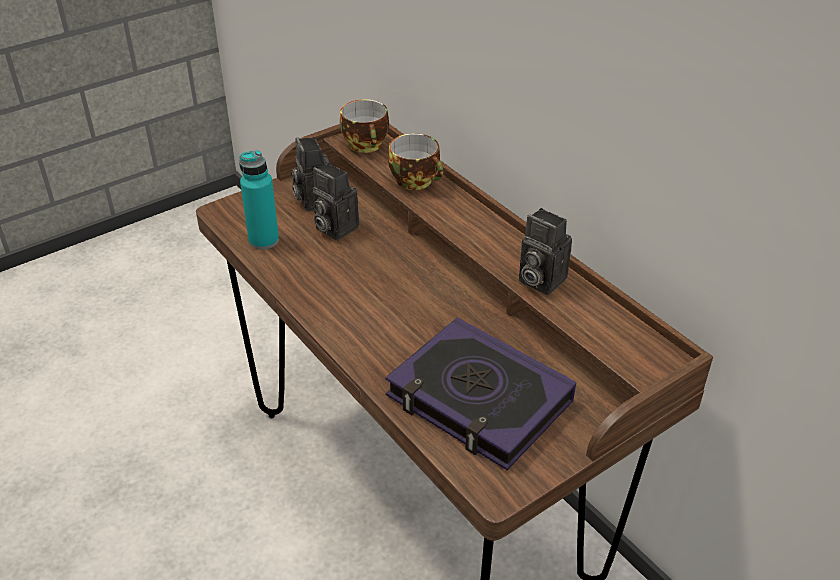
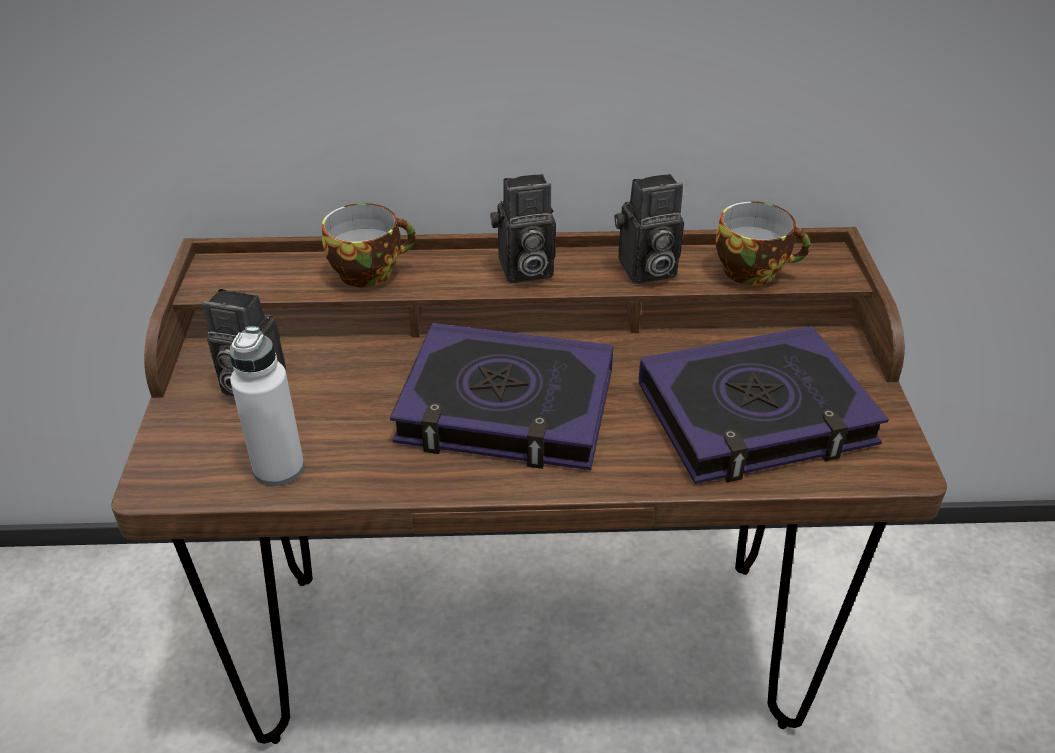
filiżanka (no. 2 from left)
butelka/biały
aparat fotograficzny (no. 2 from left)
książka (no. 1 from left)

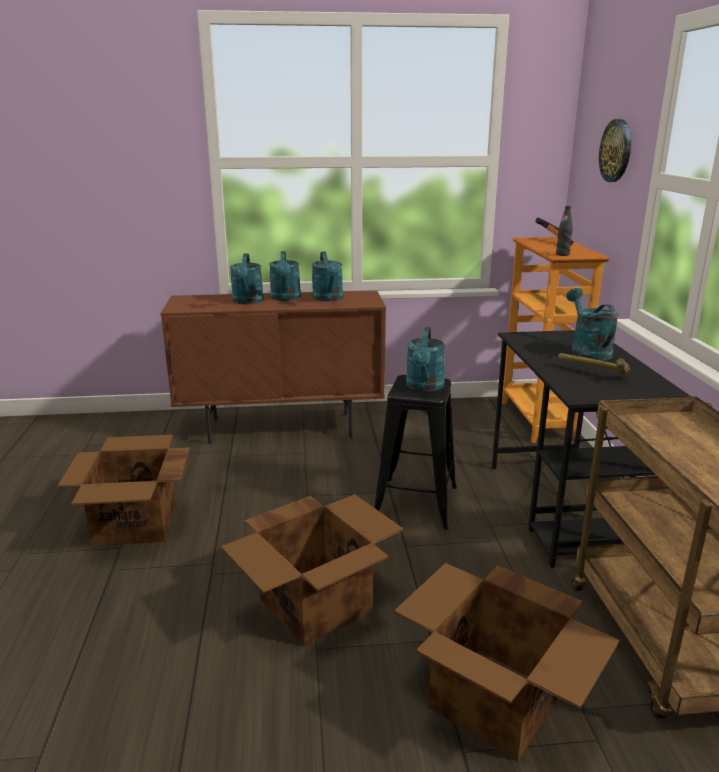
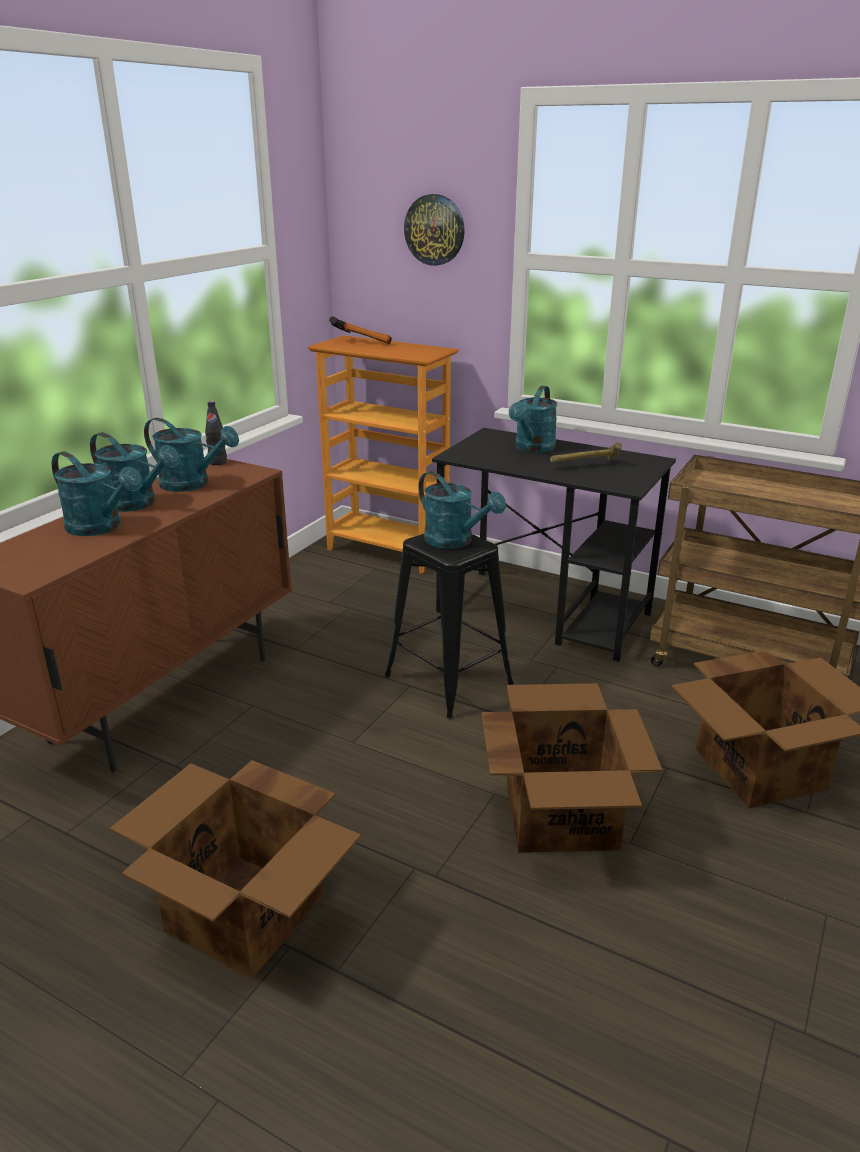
butelka/czarny
konewka/turkusowy (no. 5 from left)

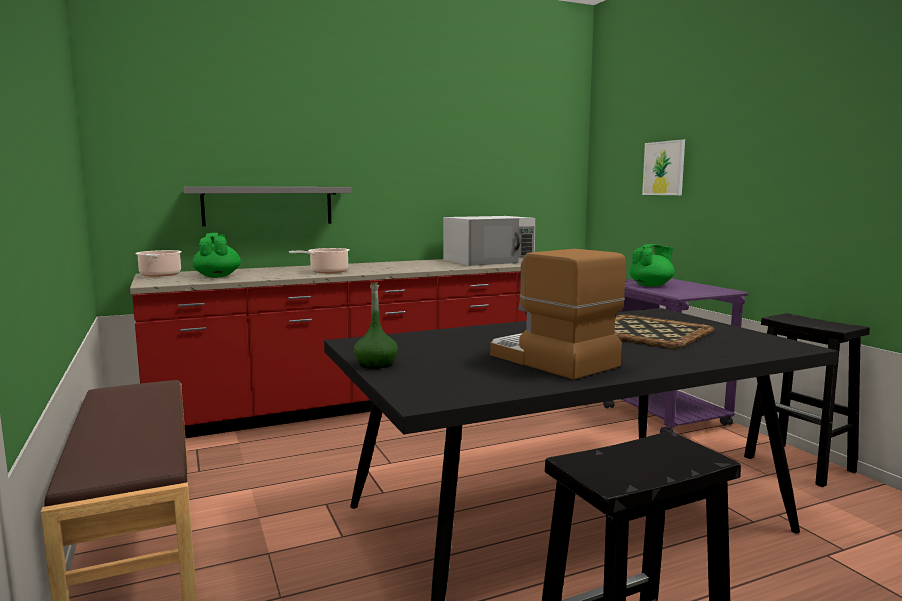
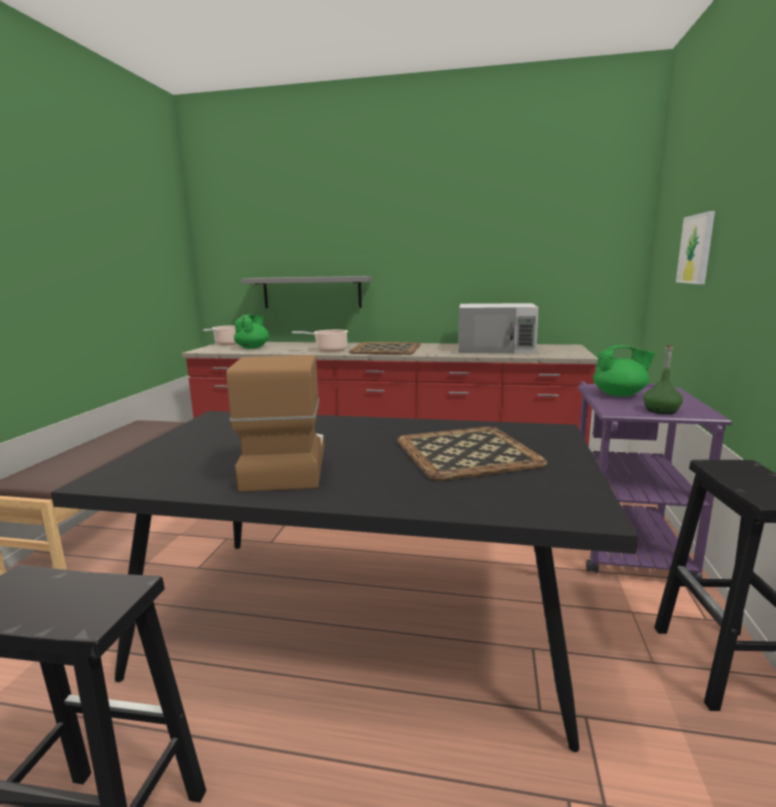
butelka/zielony
taca (no. 1 from left)

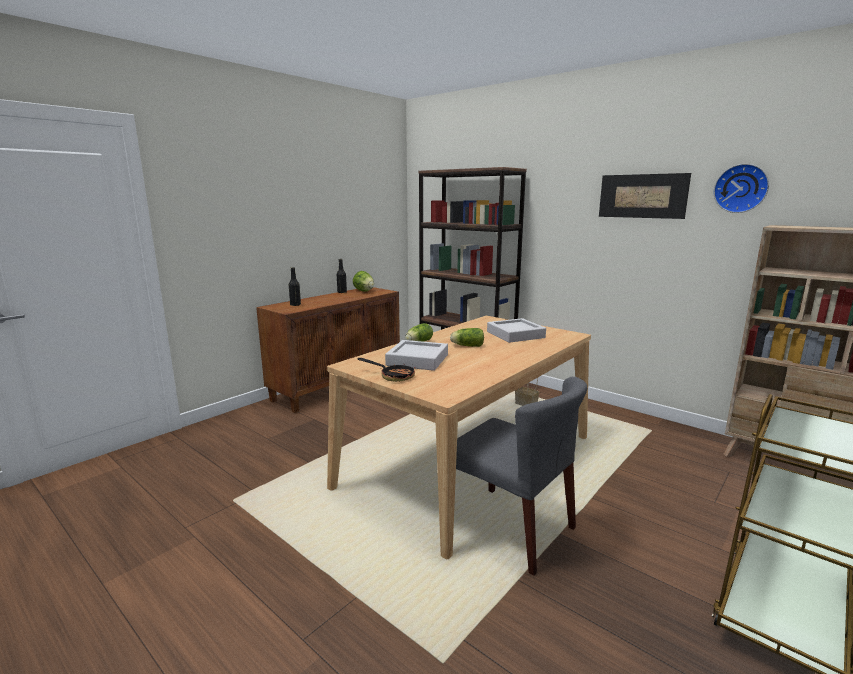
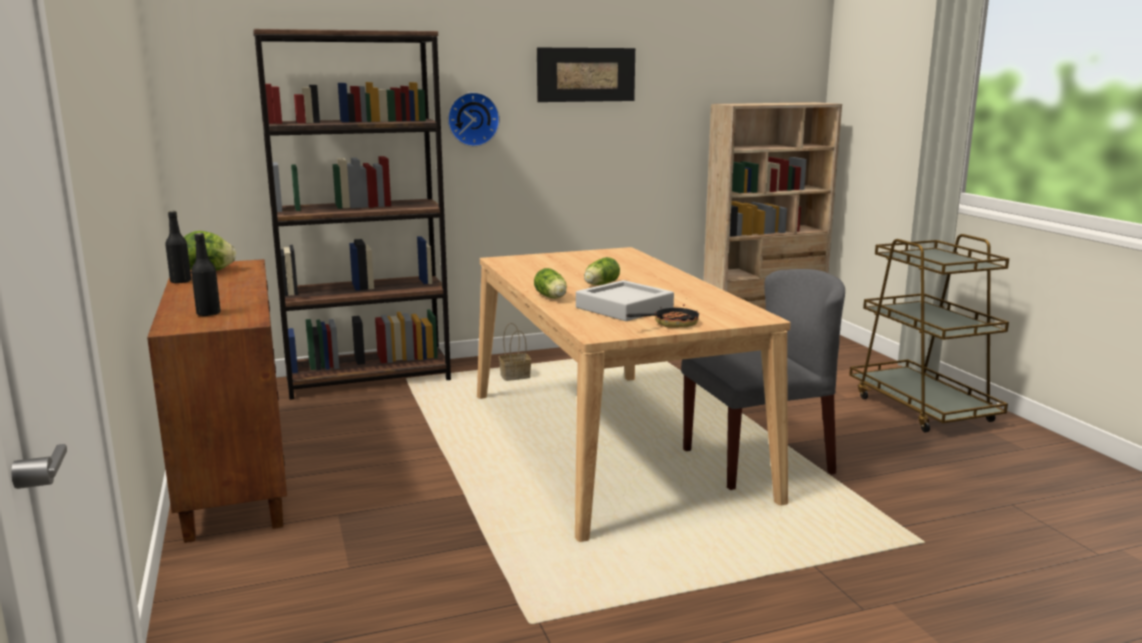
zegar ścienny
taca/szary (no. 2 from left in the first image)

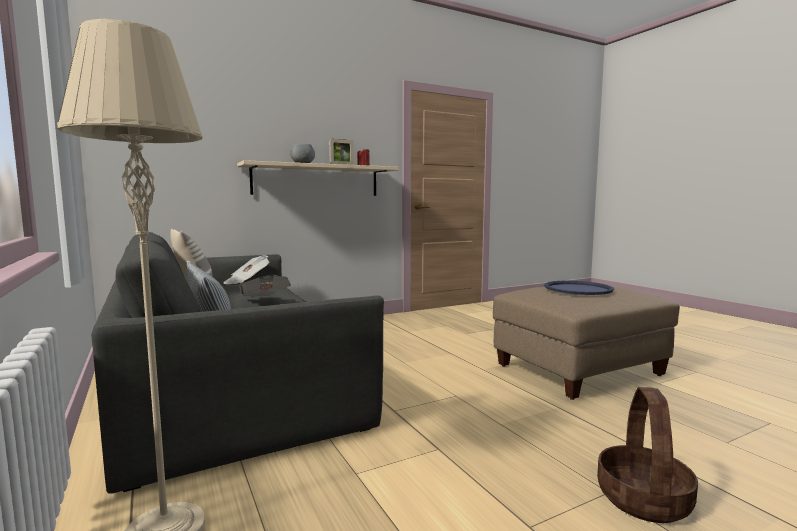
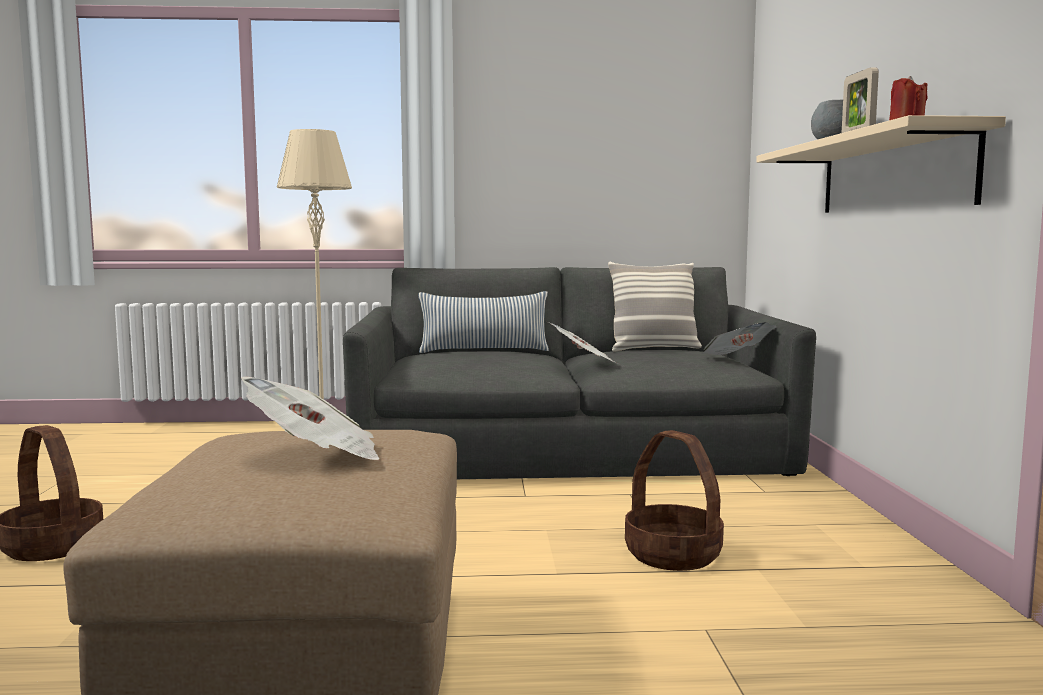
gazeta (no. 1 from left)
koszyk (no. 2 from left)

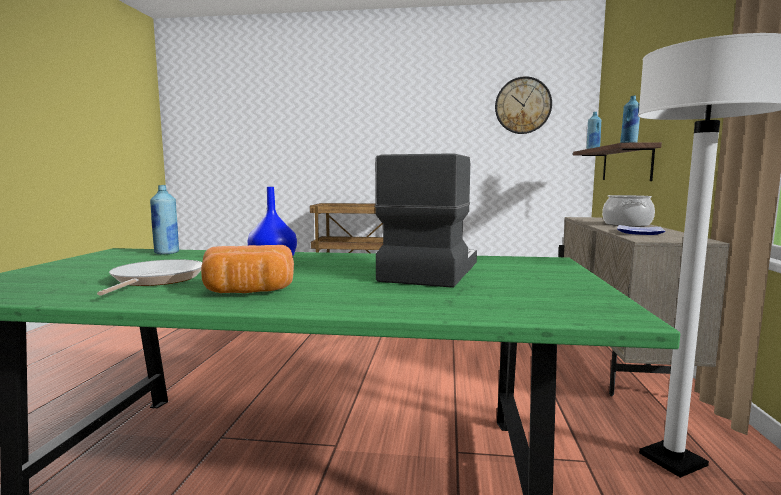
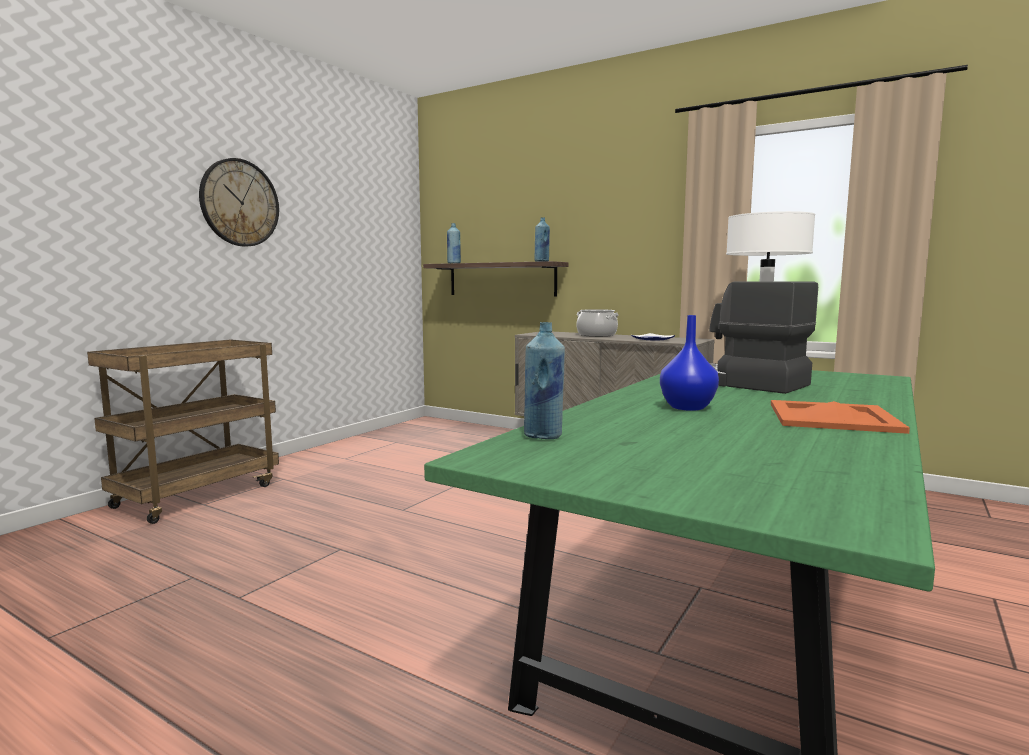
zegar ścienny
taca/pomarańczowy
patelnia

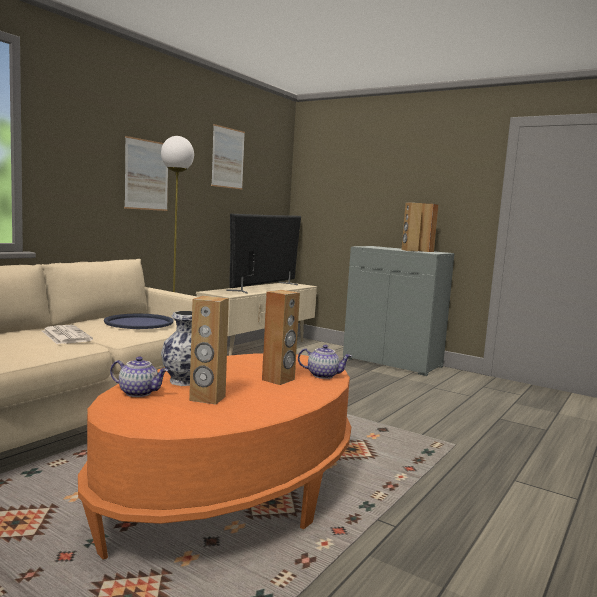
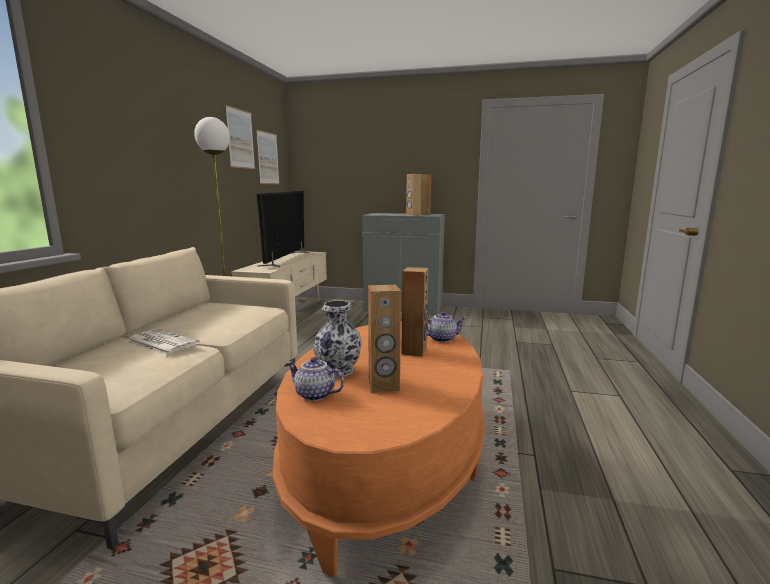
obraz (no. 2 from left)
taca/niebieski
imbryk (no. 1 from left)

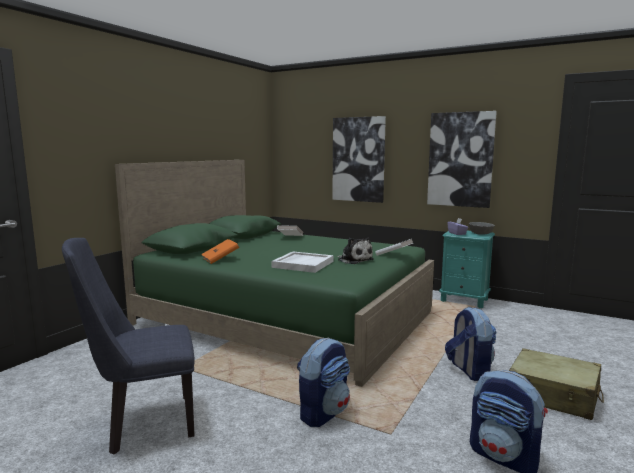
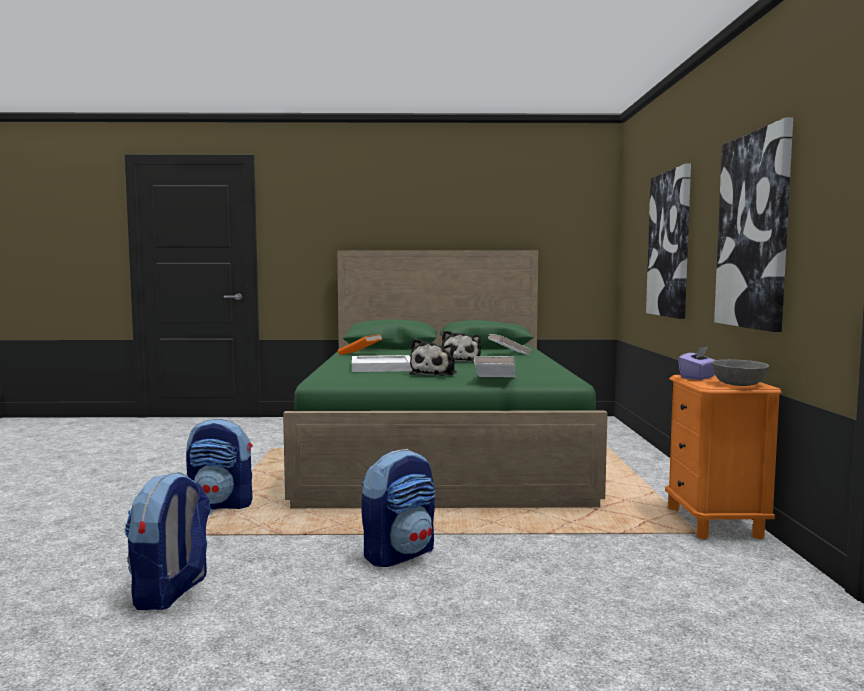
szafka nocna/pomarańczowy
krzesło/niebieski
walizka/beżowy
pluszak (no. 2 from left)

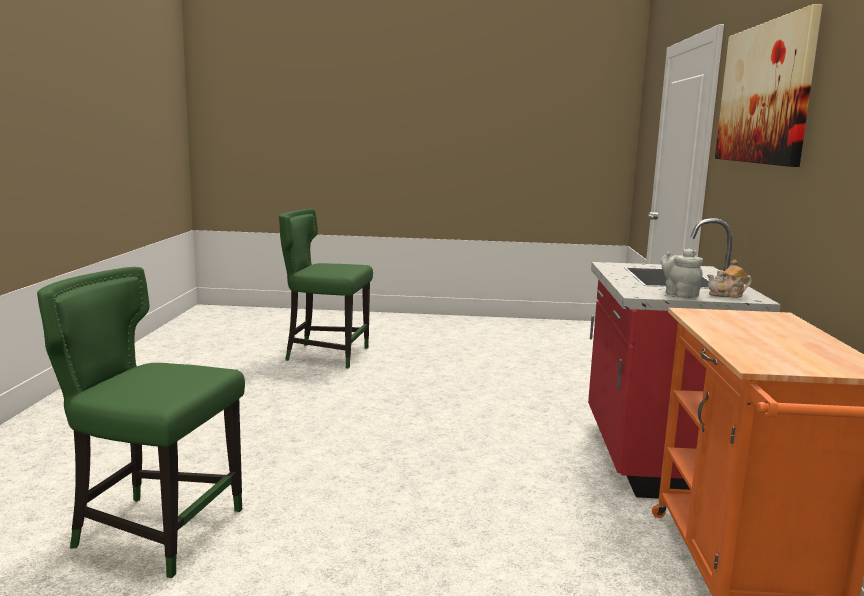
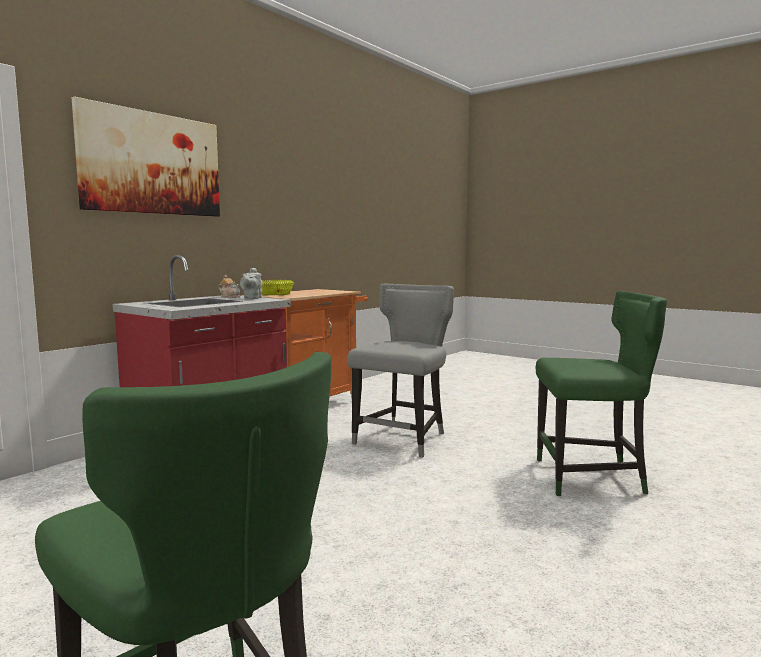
krzesło/zielony (no. 2 from left)
miska/żółty
krzesło/szary

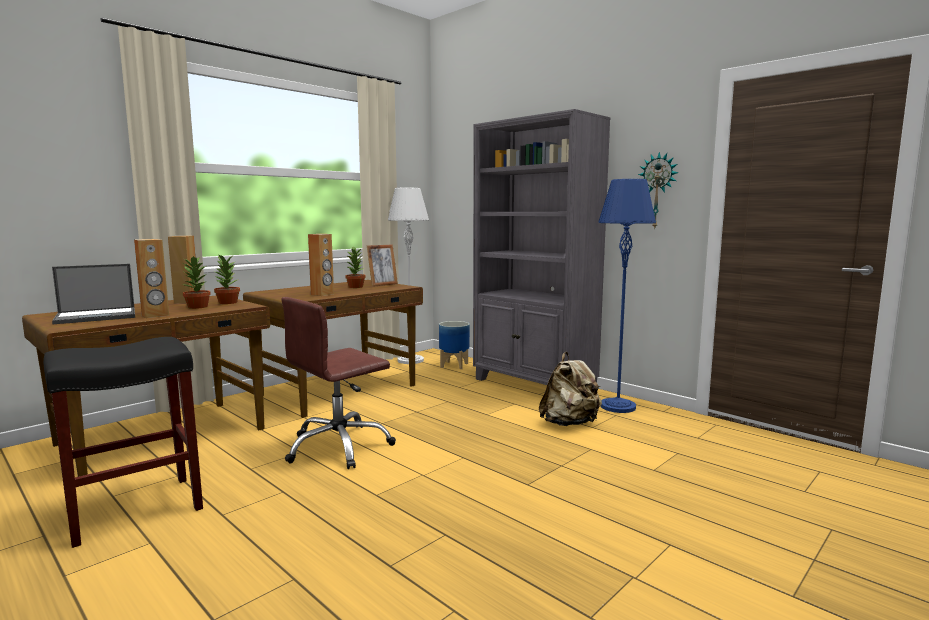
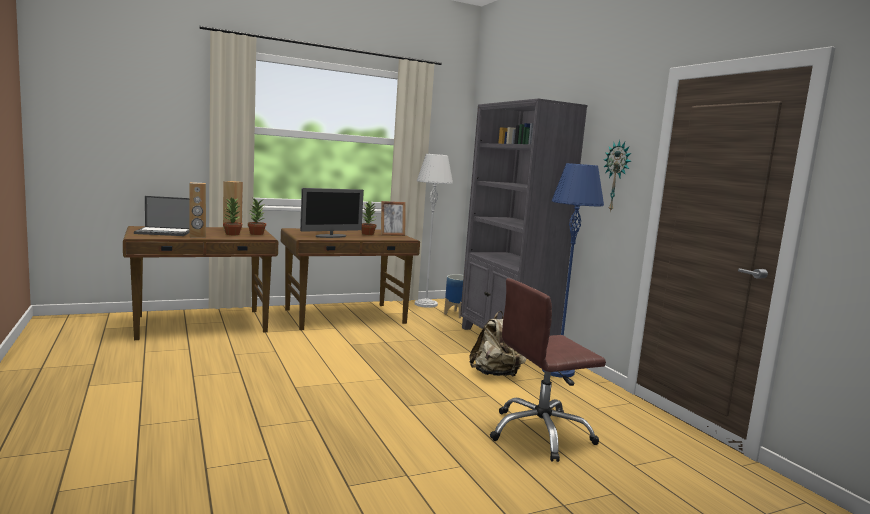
monitor
krzesło biurowe/brązowy
stołek/czarny

